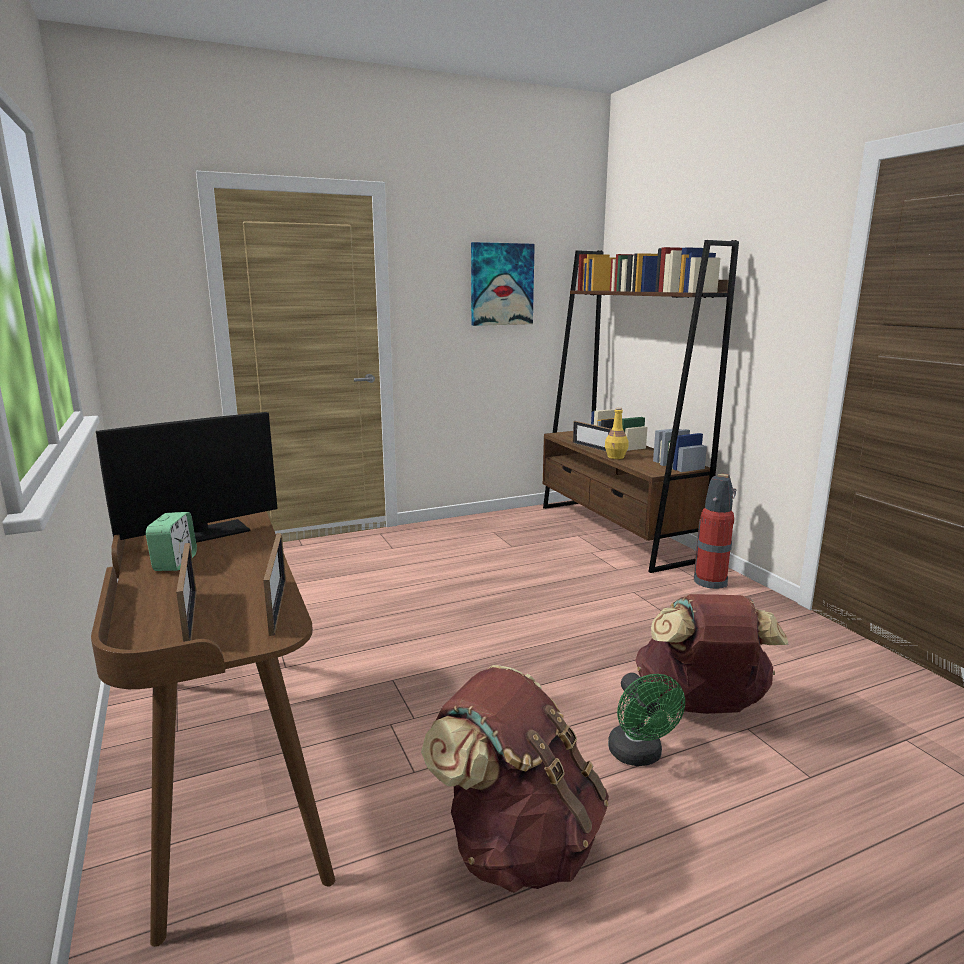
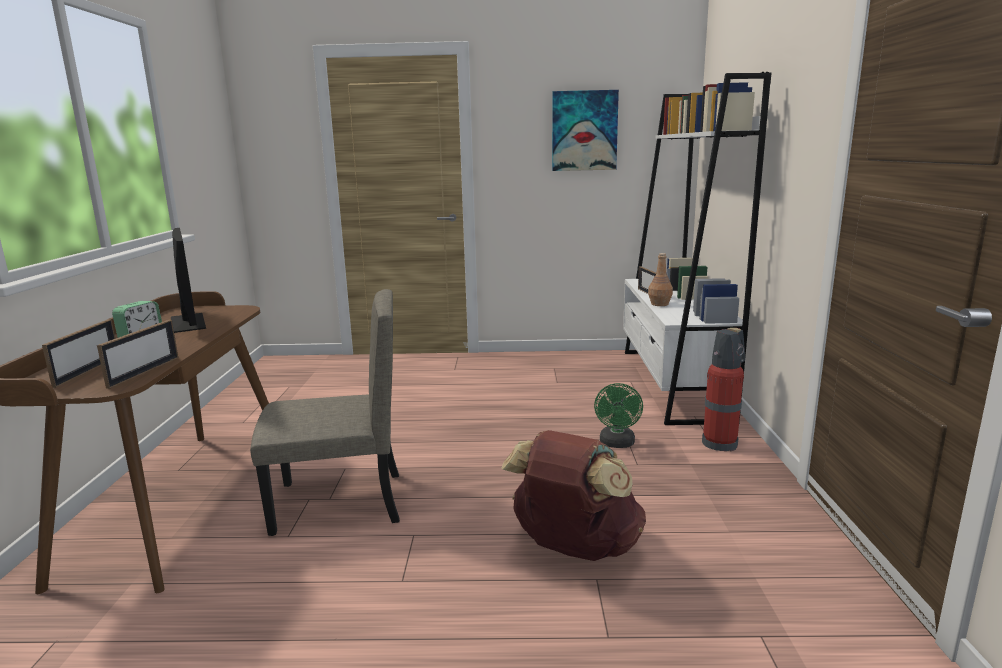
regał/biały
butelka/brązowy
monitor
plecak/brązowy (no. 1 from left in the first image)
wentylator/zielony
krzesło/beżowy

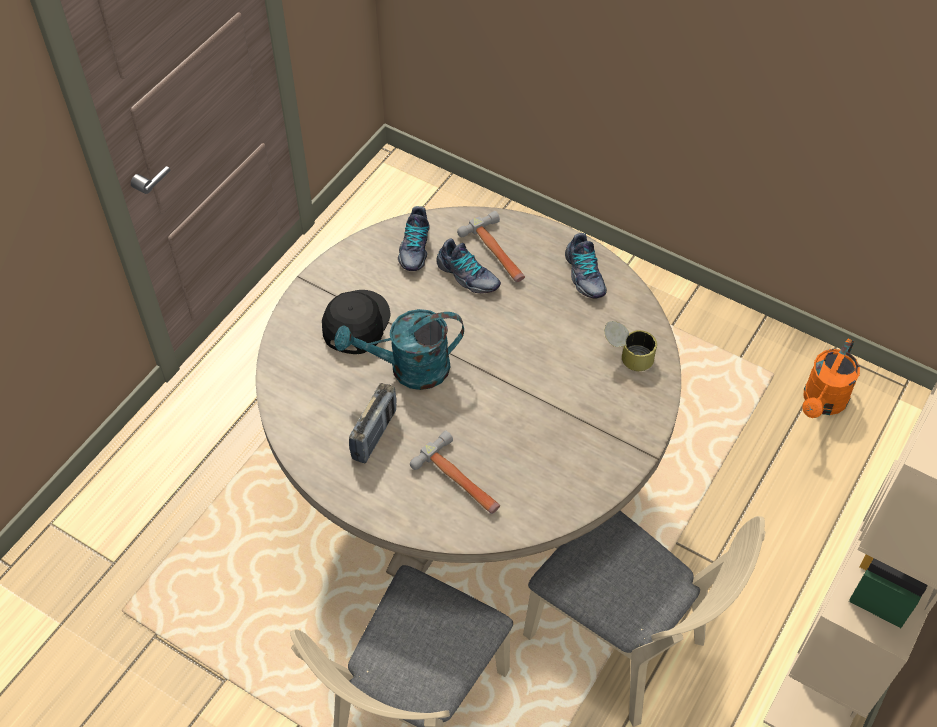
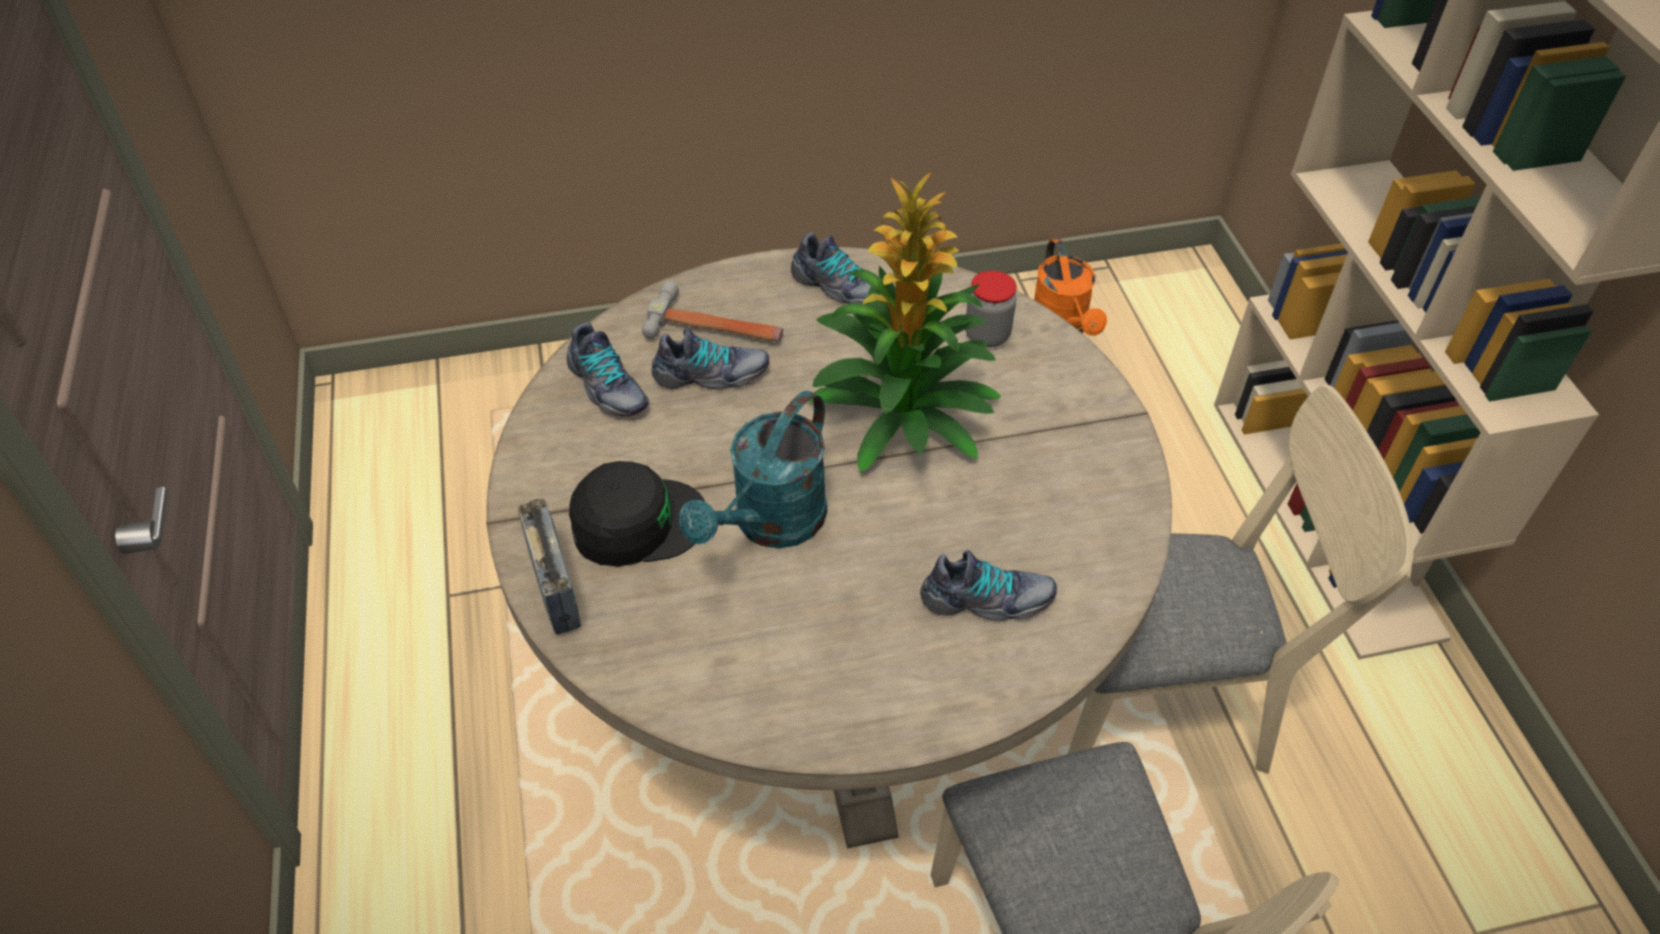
czapka z daszkiem/czarny
słoik
radio
but (no. 4 from left)
roślina doniczkowa

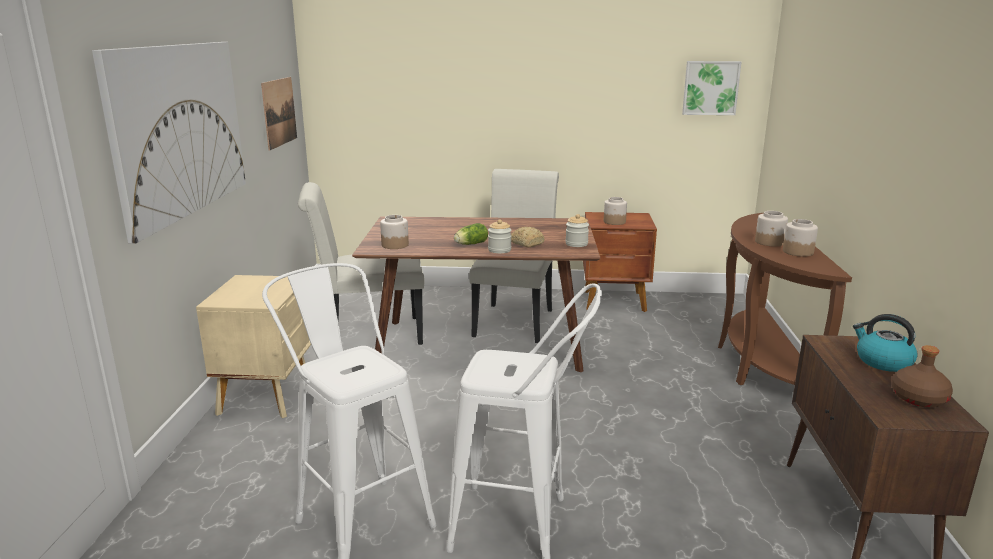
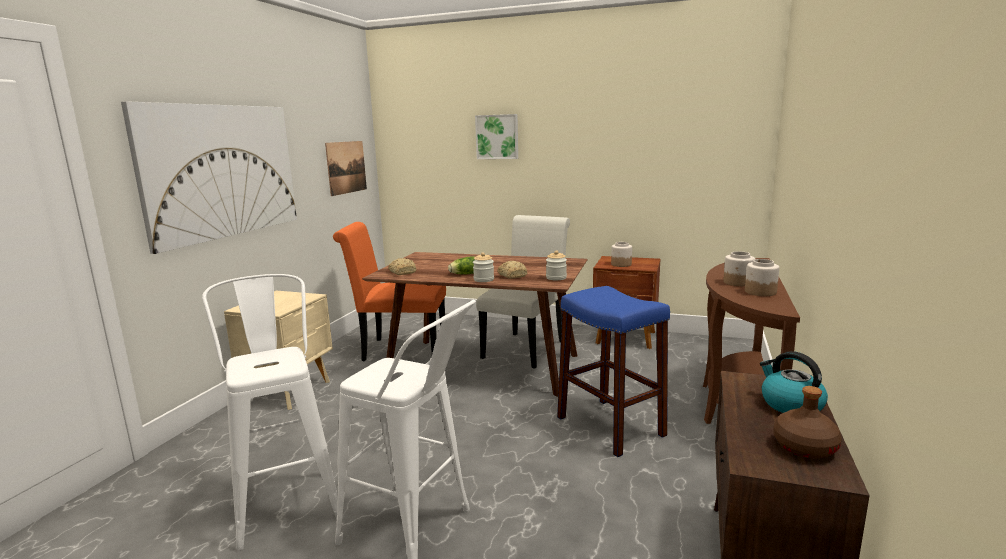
obraz (no. 3 from left)
krzesło/pomarańczowy
chleb (no. 1 from left)
stołek/niebieski

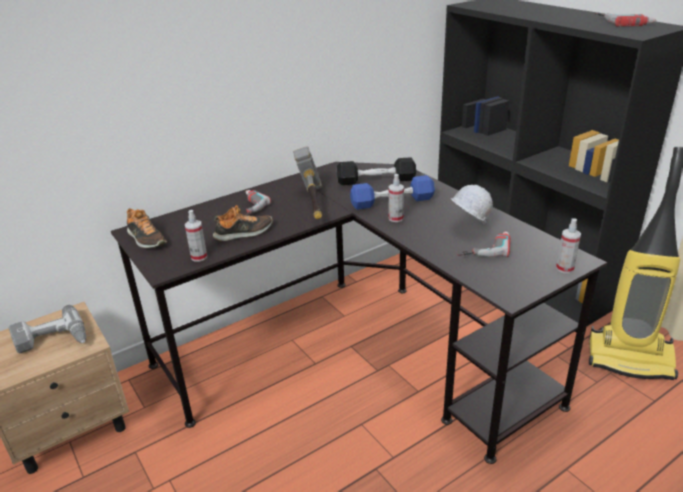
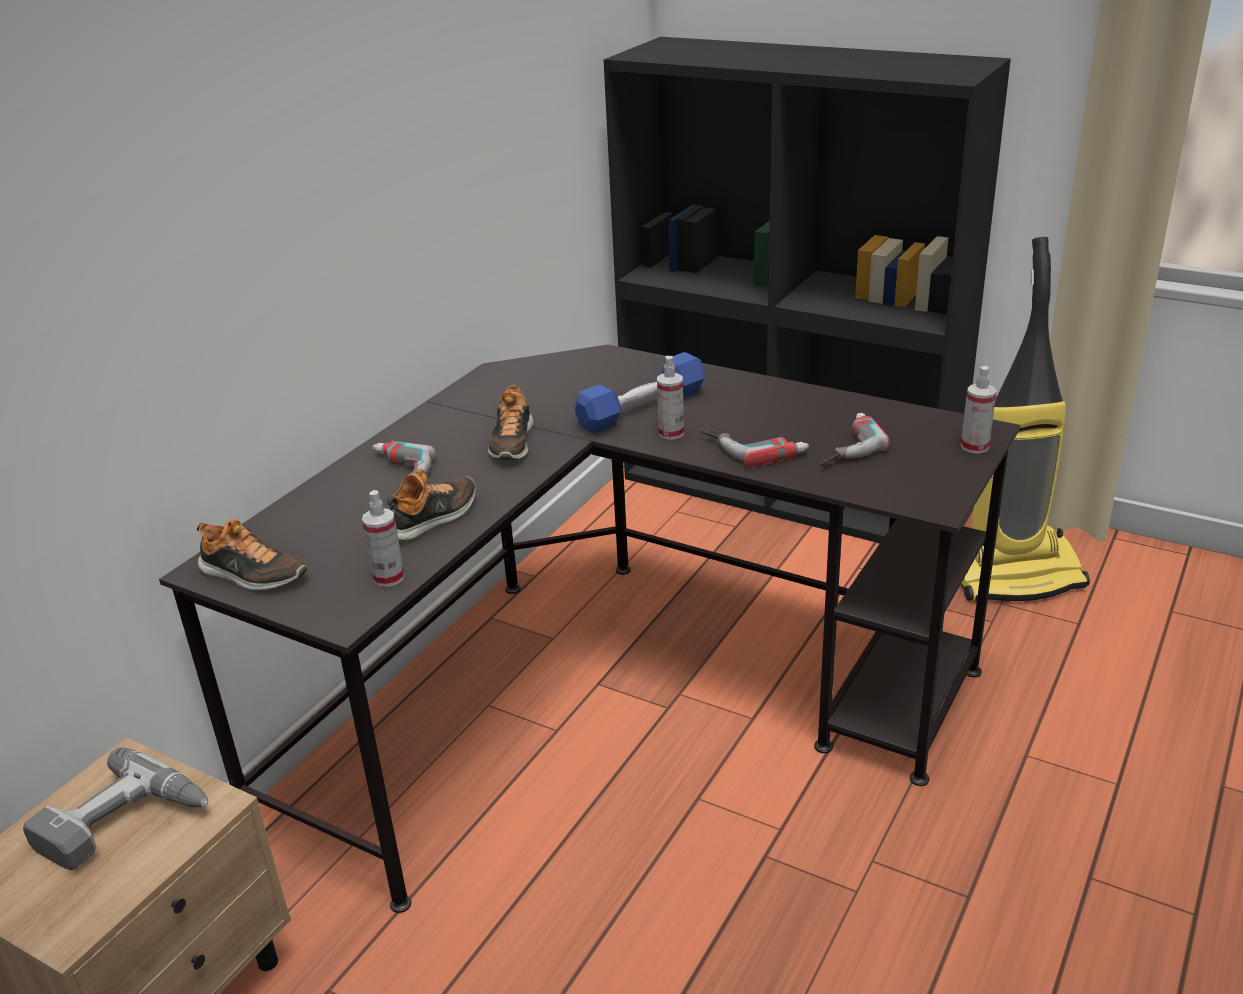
wiertarka (no. 3 from left)
but (no. 3 from left)
hantel/czarny
kask/biały

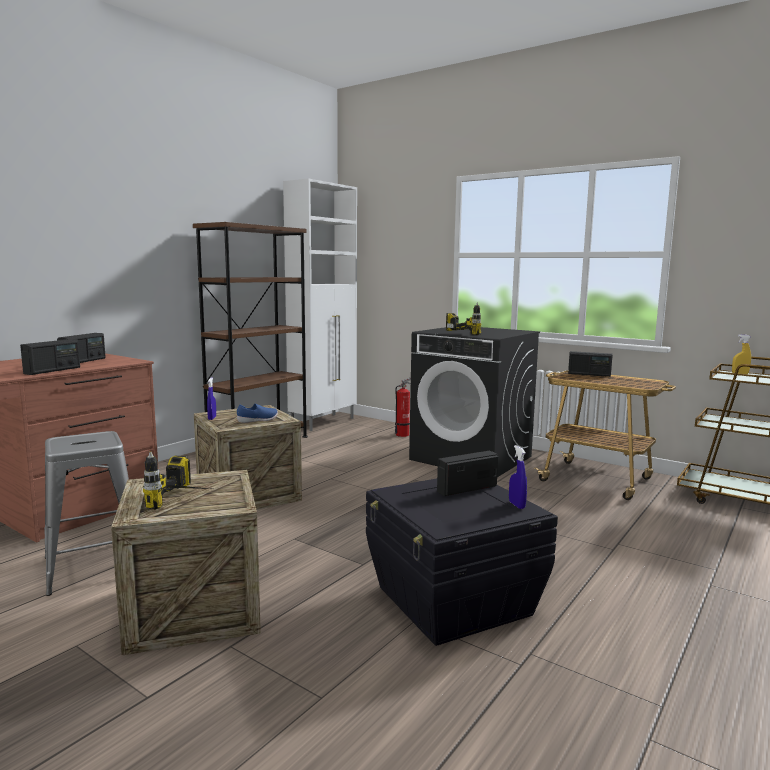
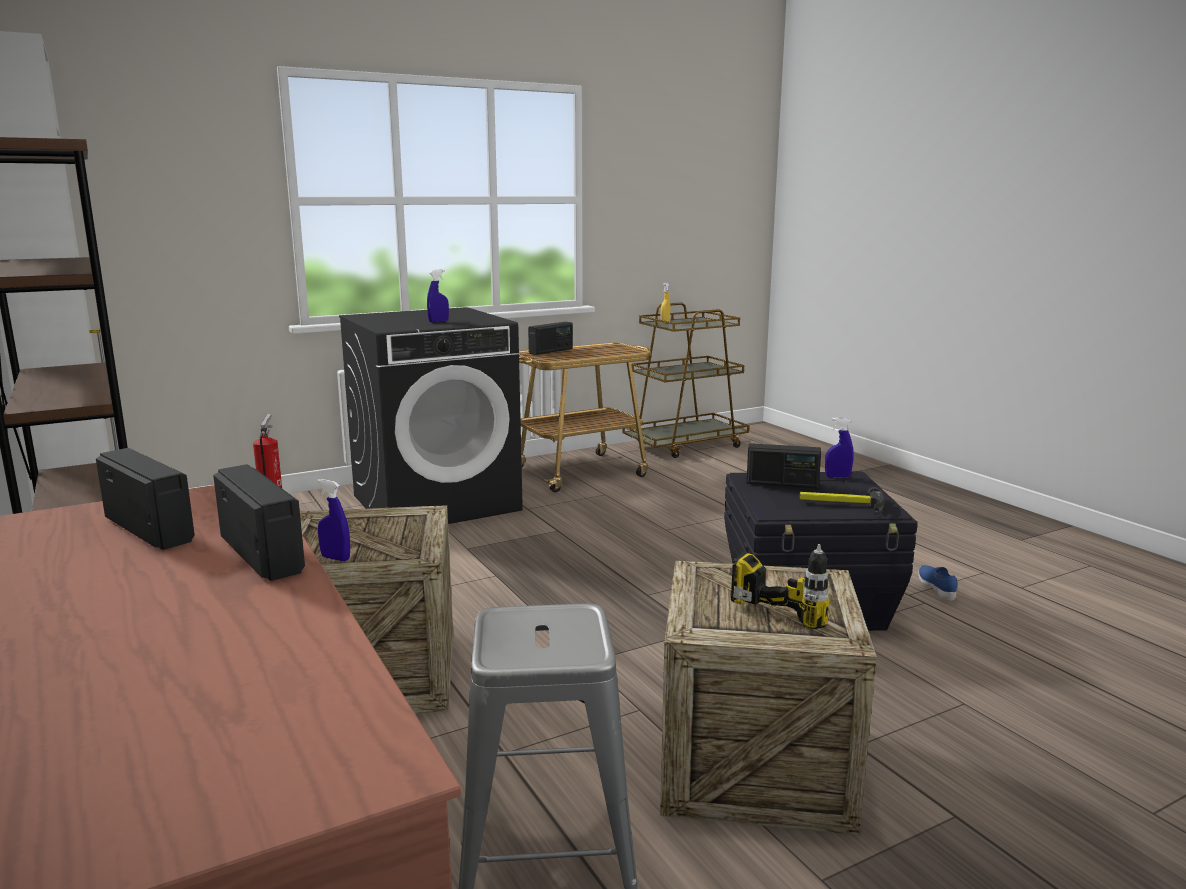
spryskiwacz/niebieski (no. 2 from left)
but/niebieski
radio (no. 4 from left)
młotek

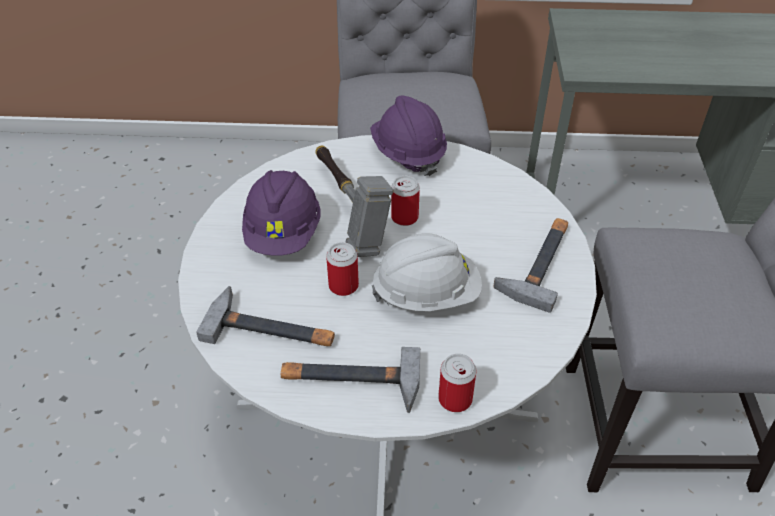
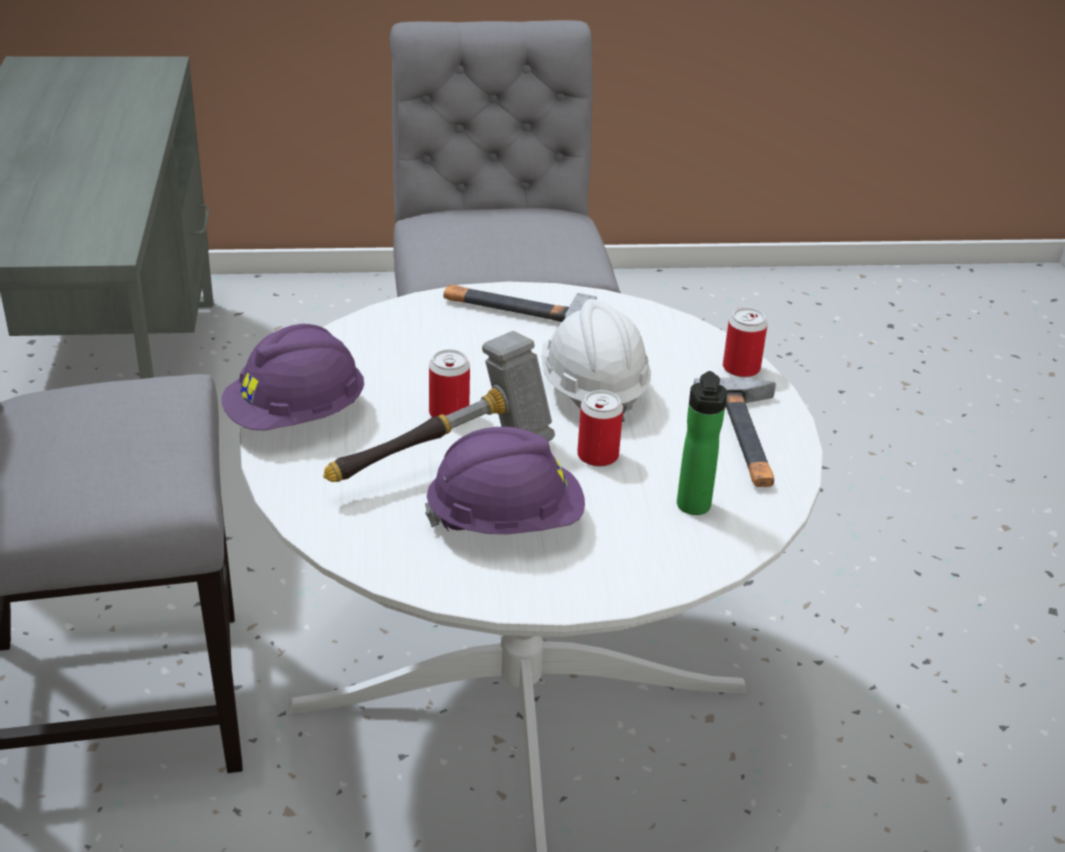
butelka

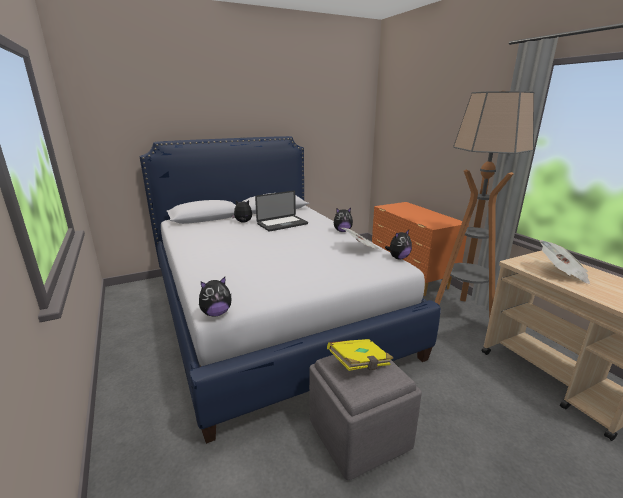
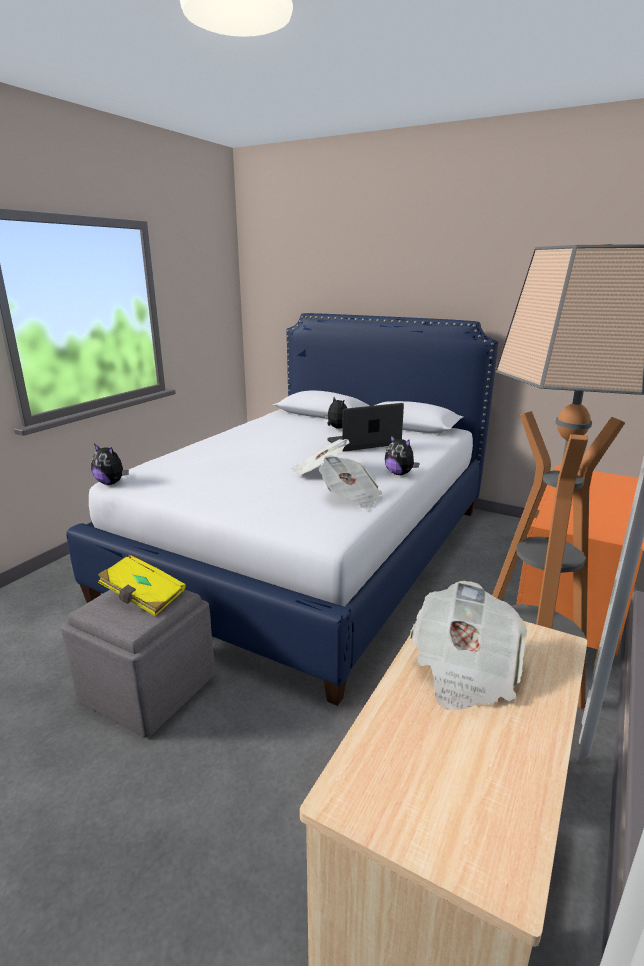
laptop
pluszak (no. 4 from left in the first image)
gazeta (no. 1 from left)

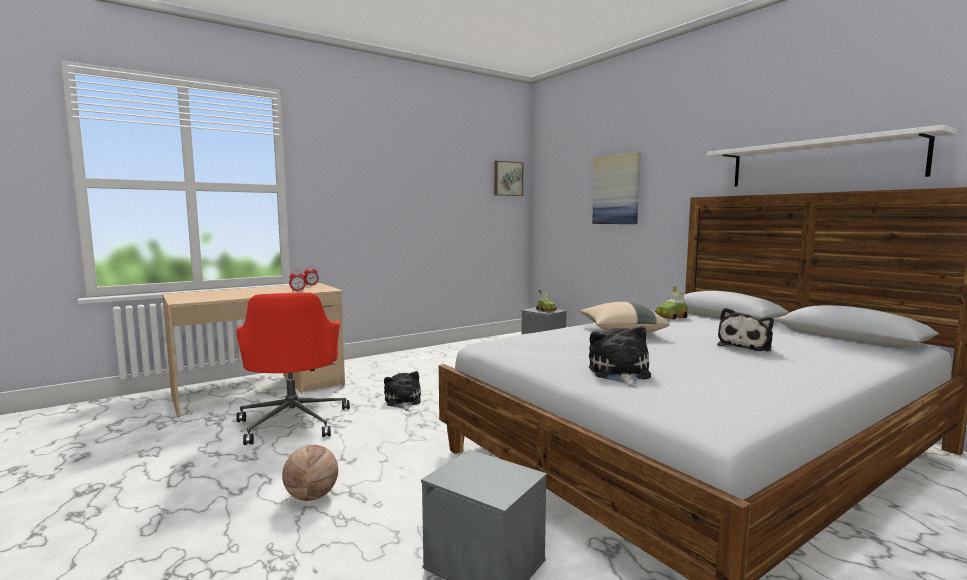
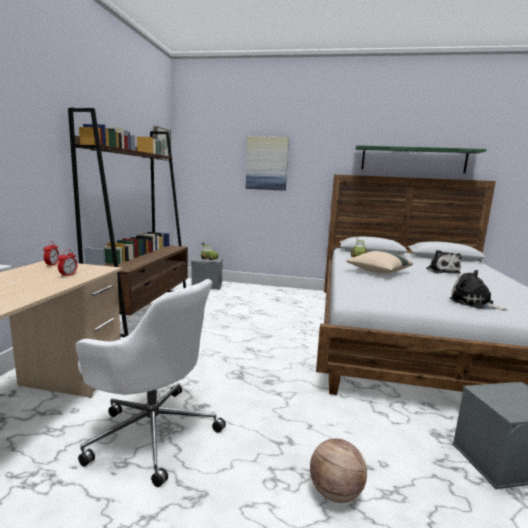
półka/zielony
krzesło biurowe/biały
pluszak (no. 1 from left in the first image)
regał/brązowy

